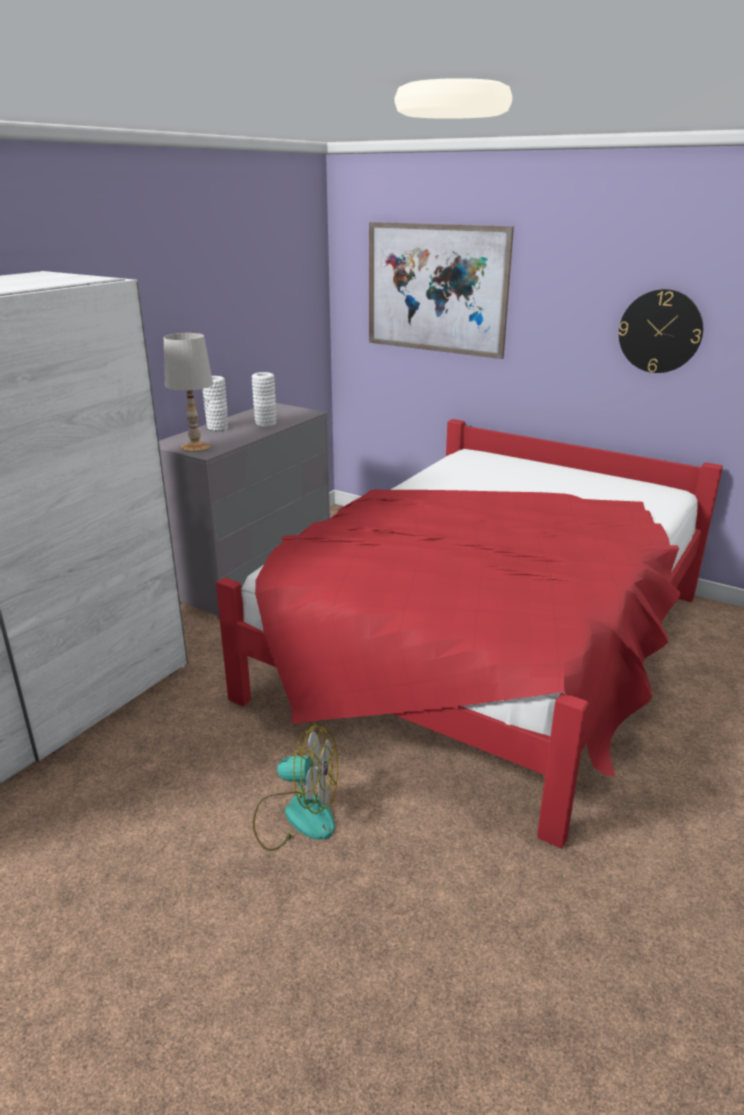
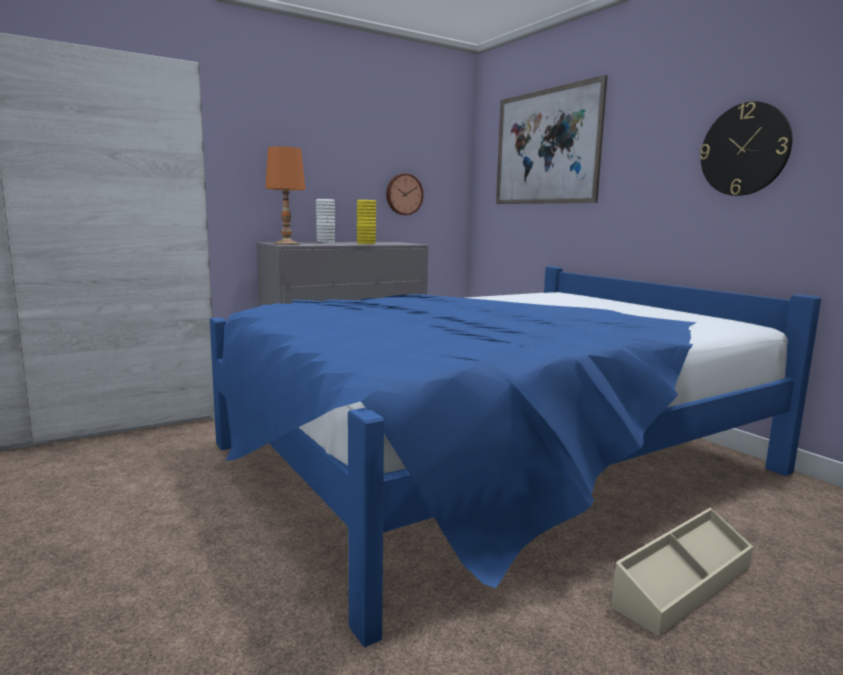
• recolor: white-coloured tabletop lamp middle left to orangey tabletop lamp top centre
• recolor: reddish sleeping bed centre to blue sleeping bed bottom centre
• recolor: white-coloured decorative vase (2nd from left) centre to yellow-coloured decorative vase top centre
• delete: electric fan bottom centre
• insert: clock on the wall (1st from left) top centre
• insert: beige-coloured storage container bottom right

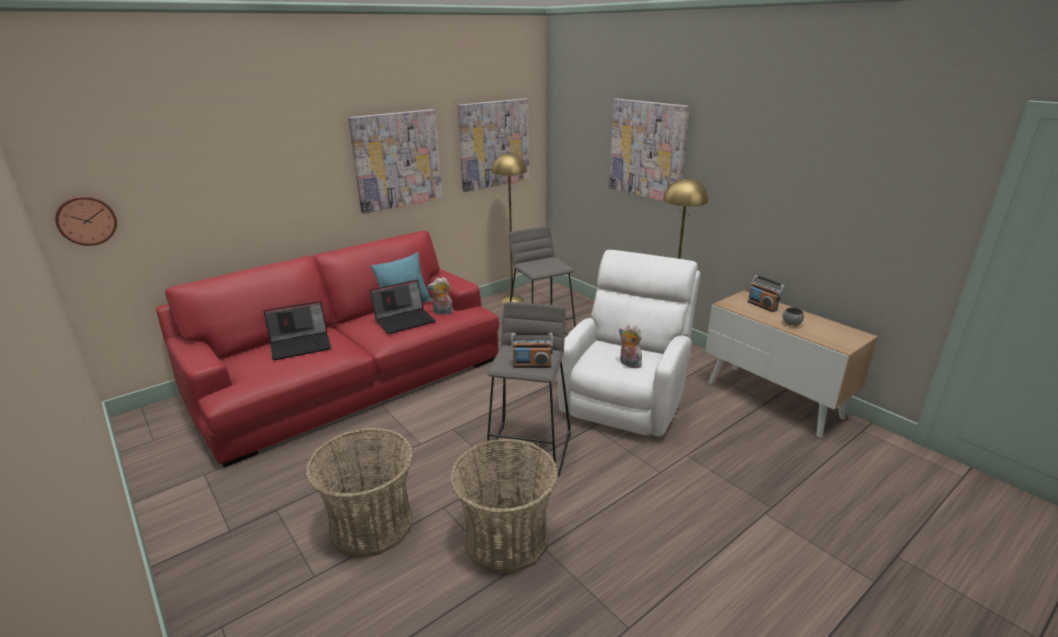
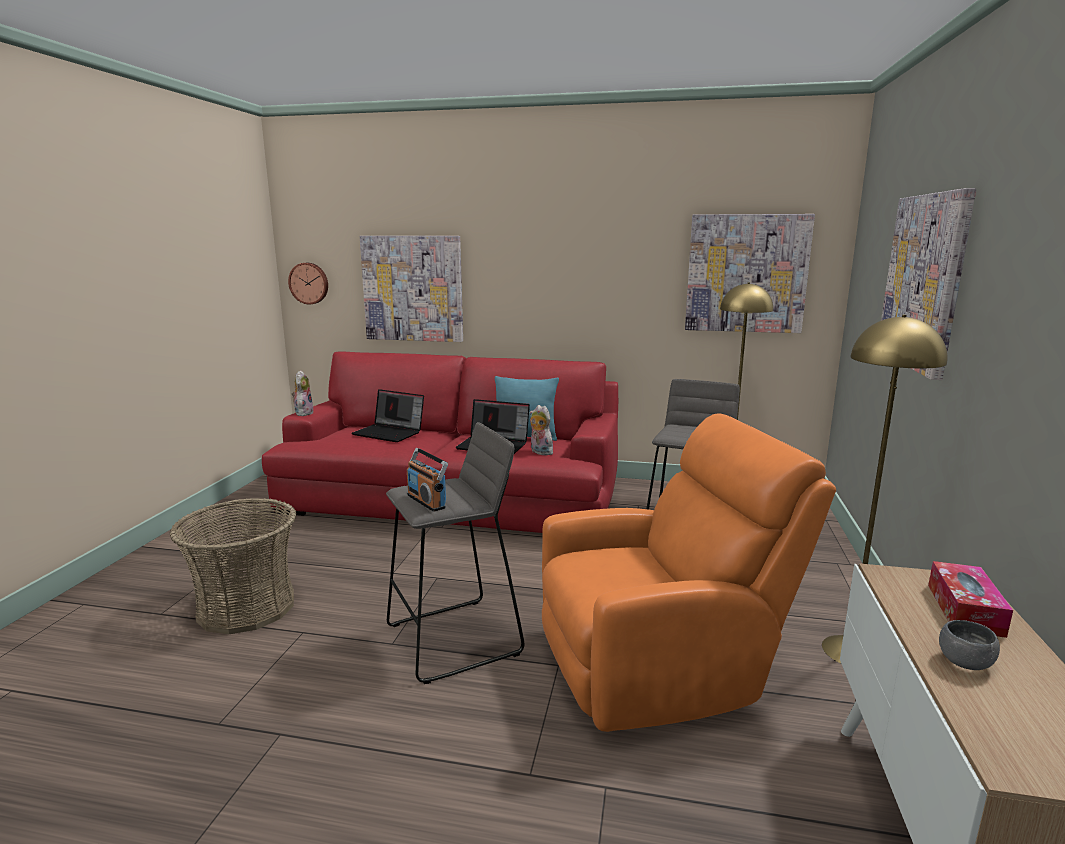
• move: picture (1st from left) top centre to centre
• delete: storage basket (2nd from left) bottom centre
• recolor: white-coloured easy chair centre to orangey easy chair bottom centre
• move: cuddly toy (2nd from left in the first image) centre to cuddly toy (1st from left) middle left
• replace: radio receiver (2nd from left) middle right to box of tissues bottom right

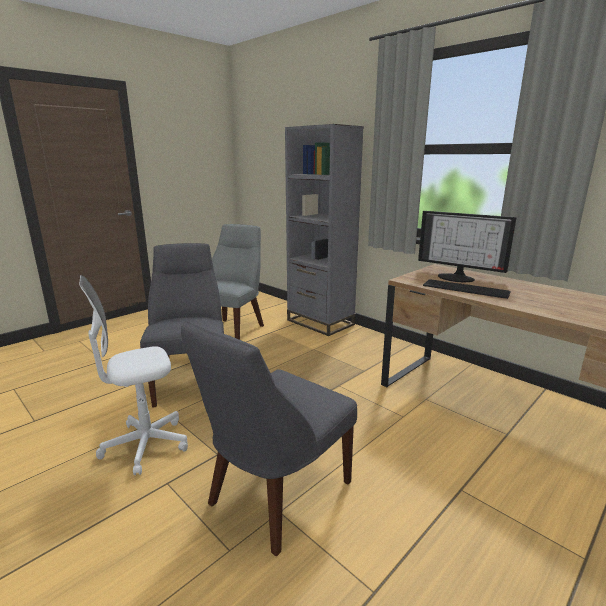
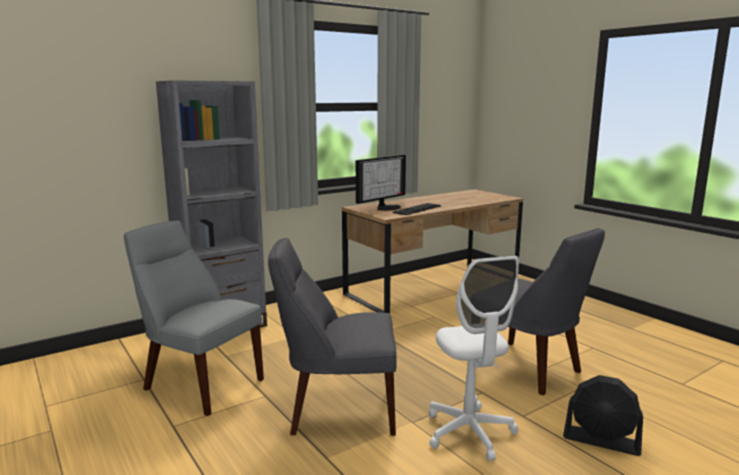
• insert: black-coloured electric fan bottom right

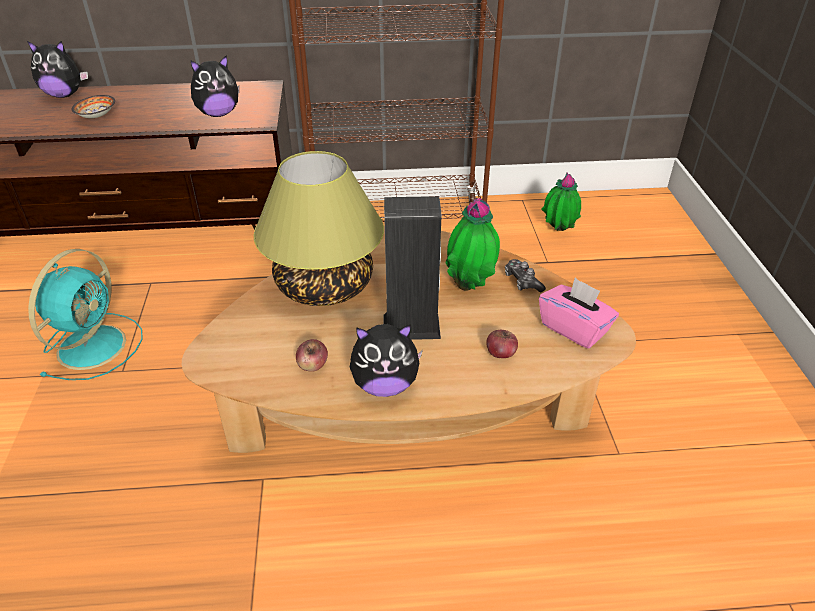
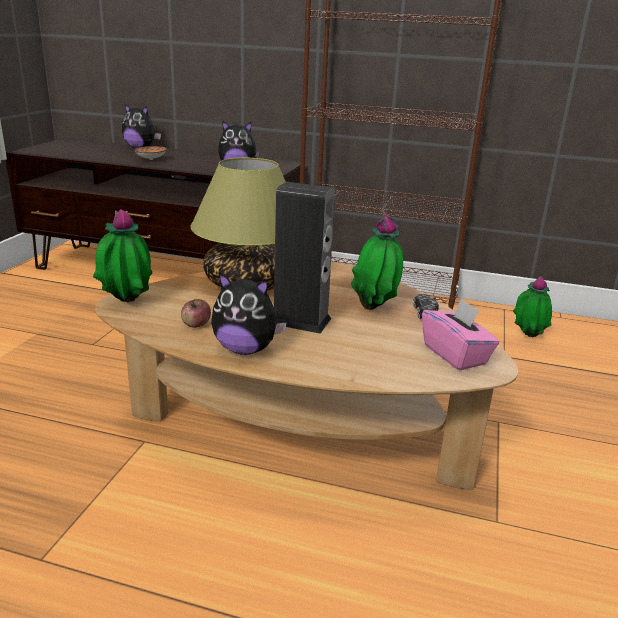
• delete: turquoise electric fan middle left
• delete: whole apple (2nd from left) centre
• insert: potted plant (1st from left) middle left

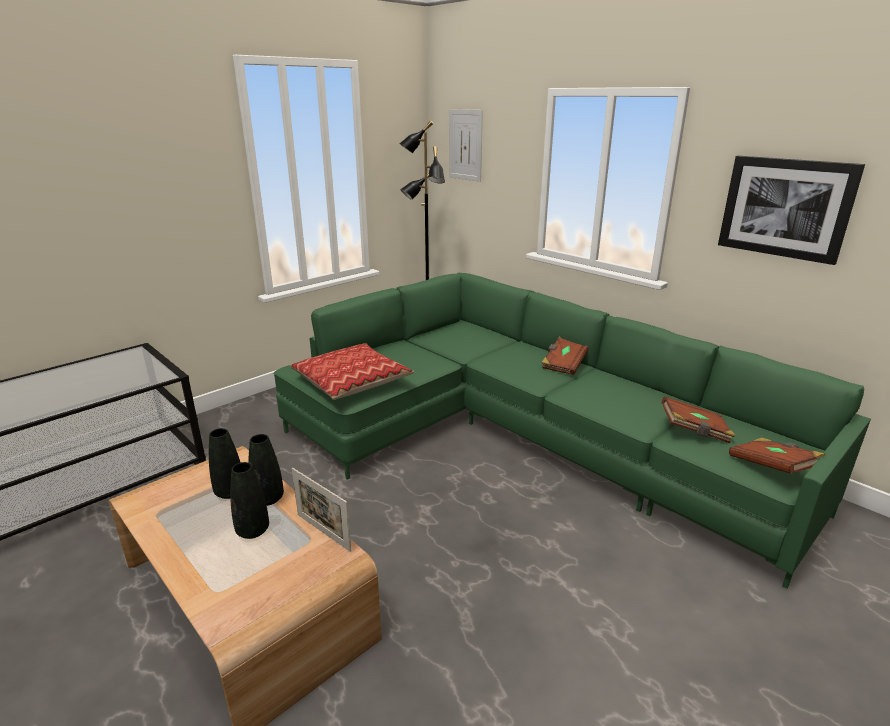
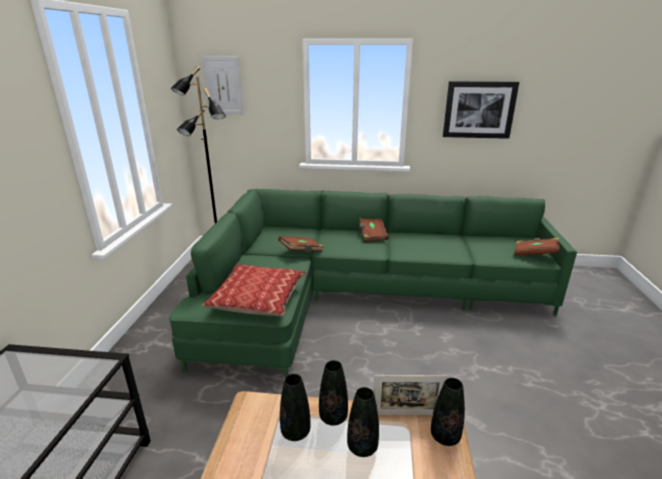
• move: brown-coloured book (2nd from left in the first image) middle right to brown-coloured book (1st from left) centre
• insert: black-coloured decorative vase (4th from left) bottom right

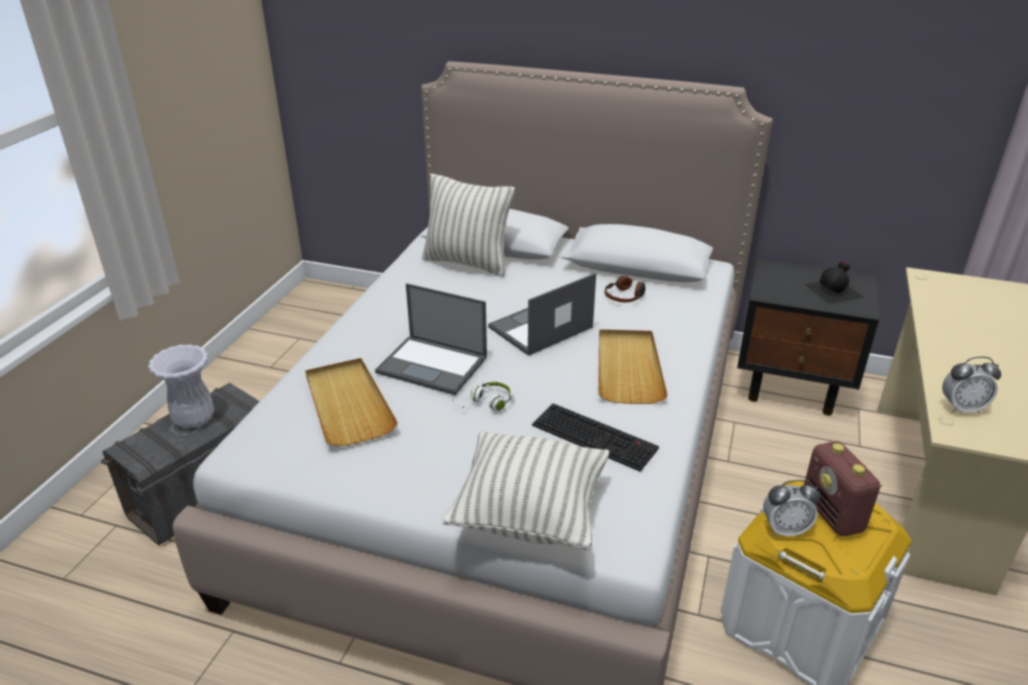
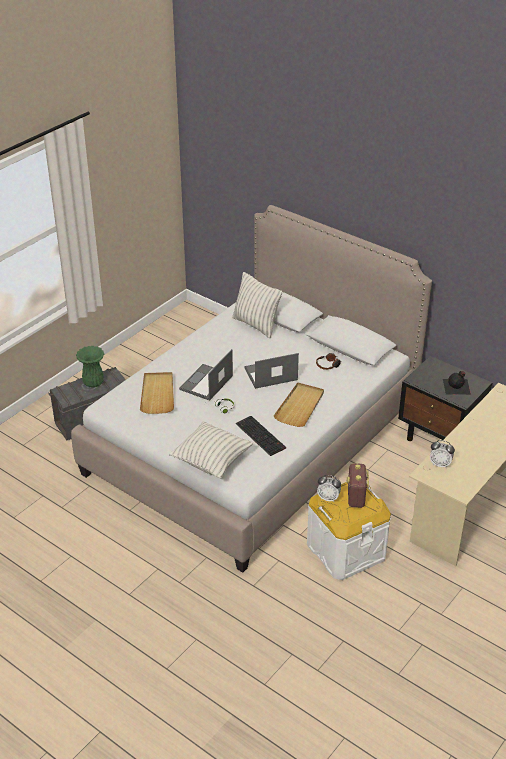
• recolor: white-coloured decorative vase middle left to green-coloured decorative vase middle left
• rotate: notebook computer (1st from left) centre = centre 75 degrees clockwise

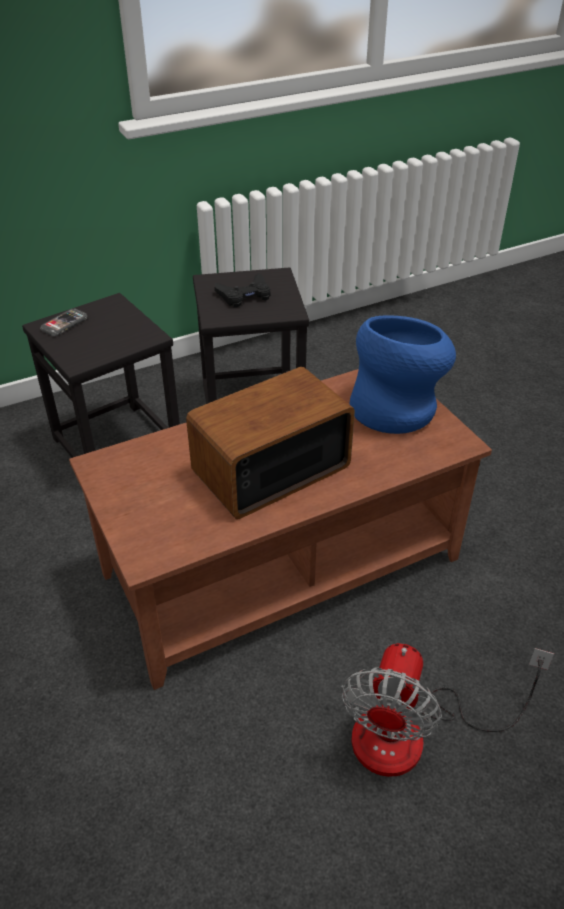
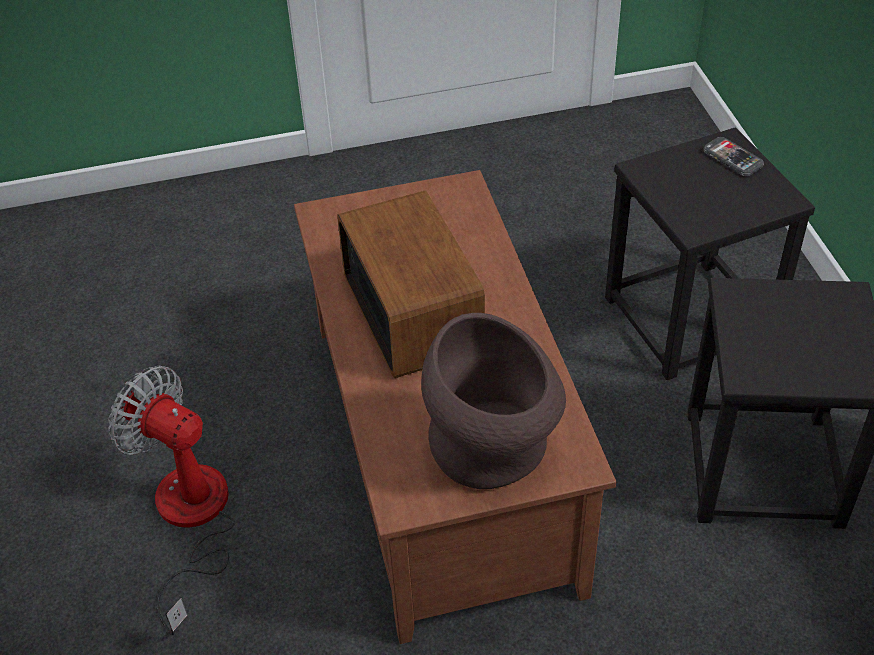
• delete: black-coloured game controller top centre
• recolor: blue decorative vase middle right to brown-coloured decorative vase centre

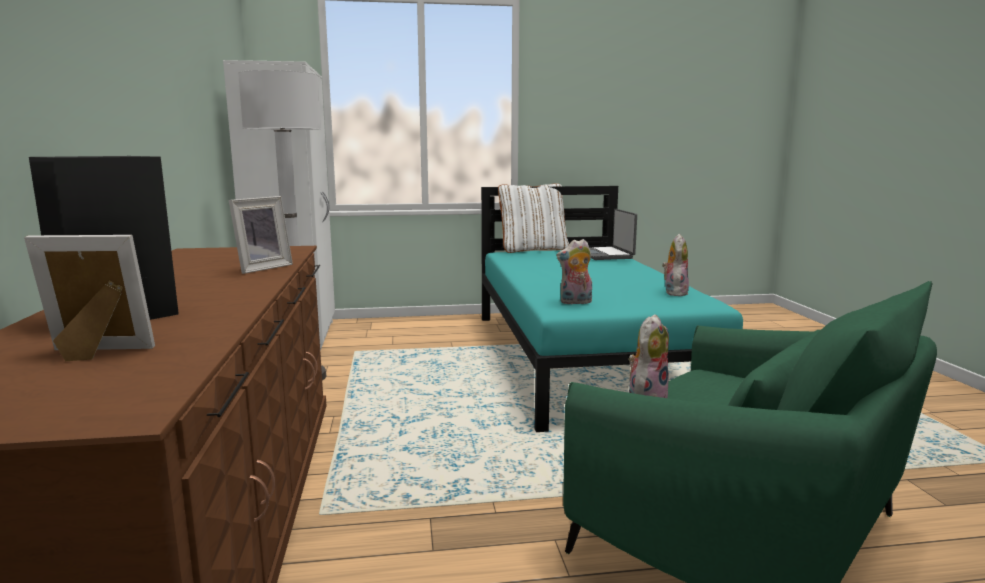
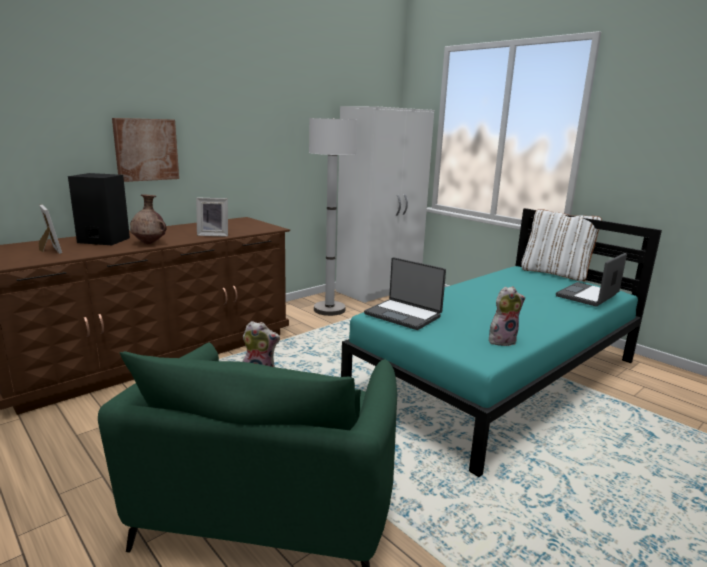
• replace: cuddly toy (1st from left) centre to notebook computer (1st from left) centre
• insert: picture top left
• insert: brown-coloured decorative vase middle left

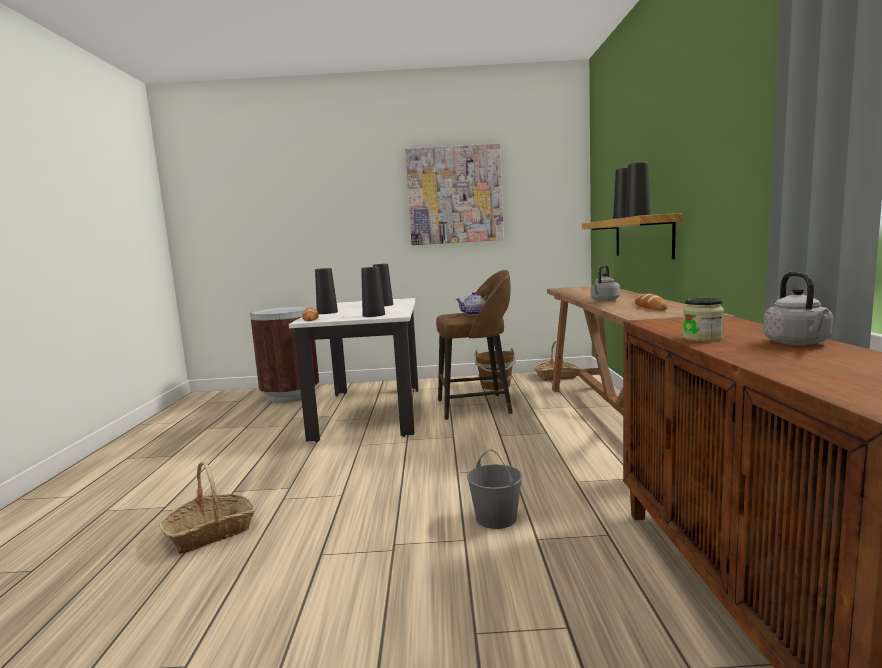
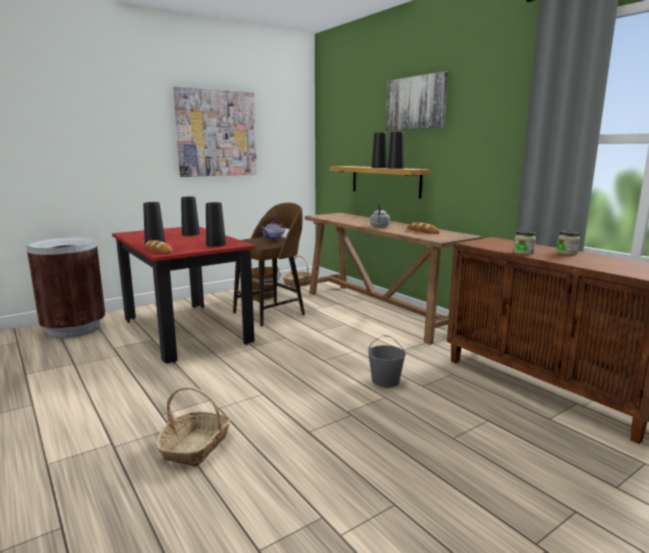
• recolor: white-coloured kitchen table centre to reddish kitchen table middle left
• replace: grey kettle (2nd from left) middle right to preserve jar (2nd from left) middle right
• insert: picture (2nd from left) top centre

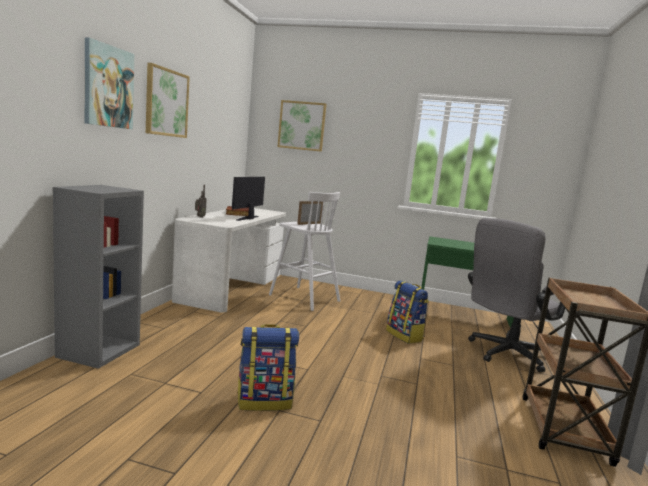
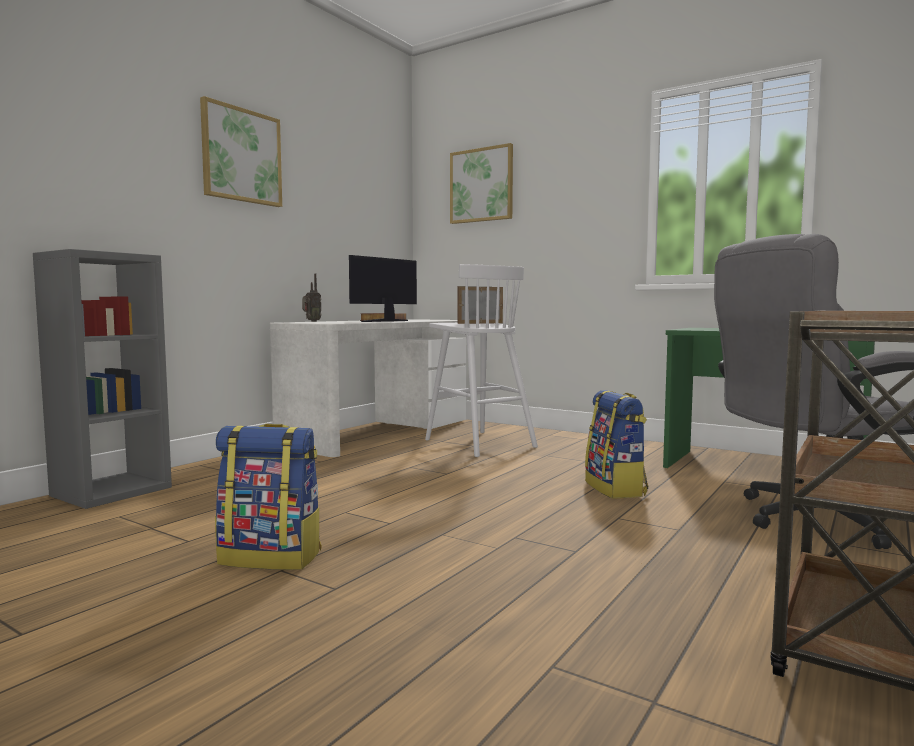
• delete: picture (1st from left) top left

